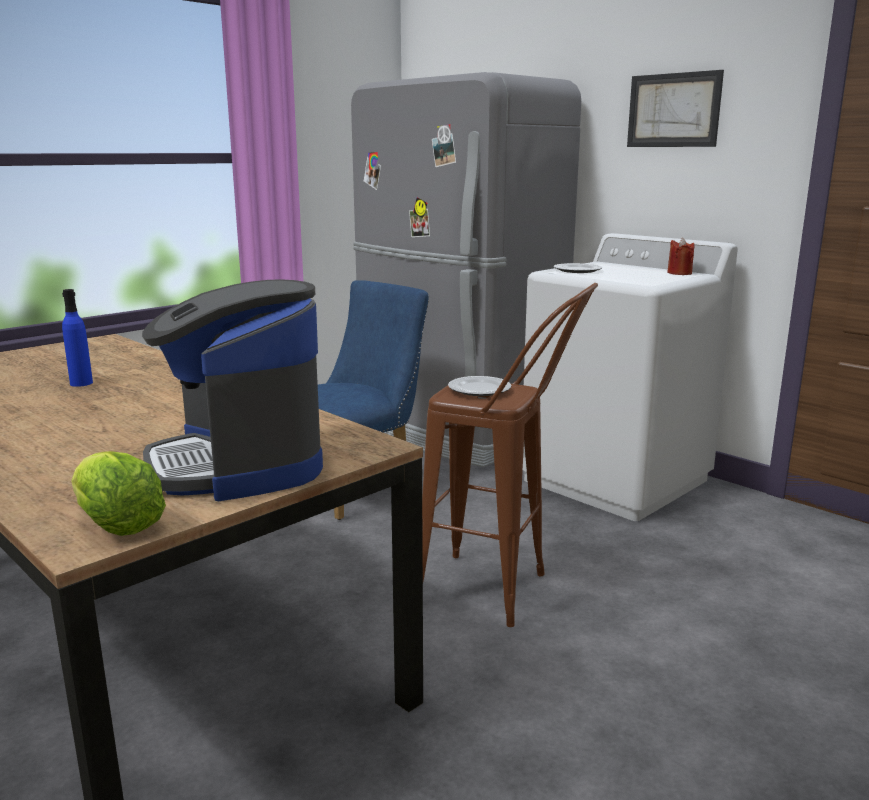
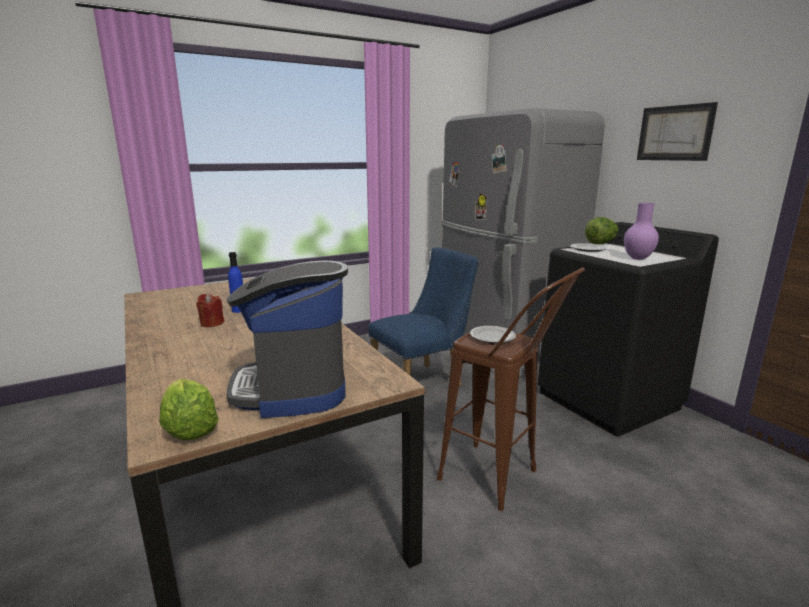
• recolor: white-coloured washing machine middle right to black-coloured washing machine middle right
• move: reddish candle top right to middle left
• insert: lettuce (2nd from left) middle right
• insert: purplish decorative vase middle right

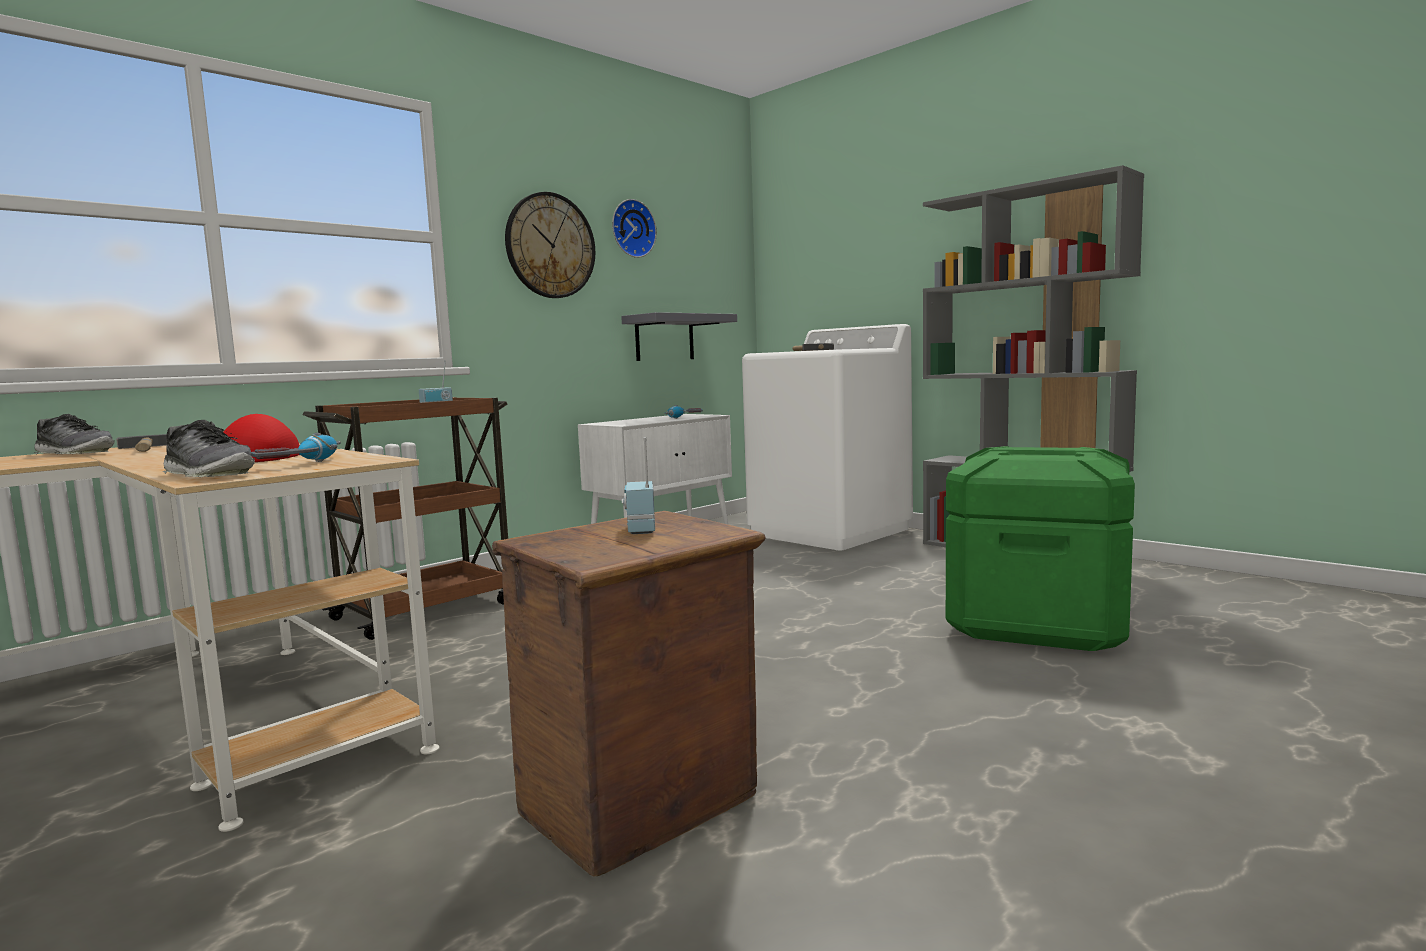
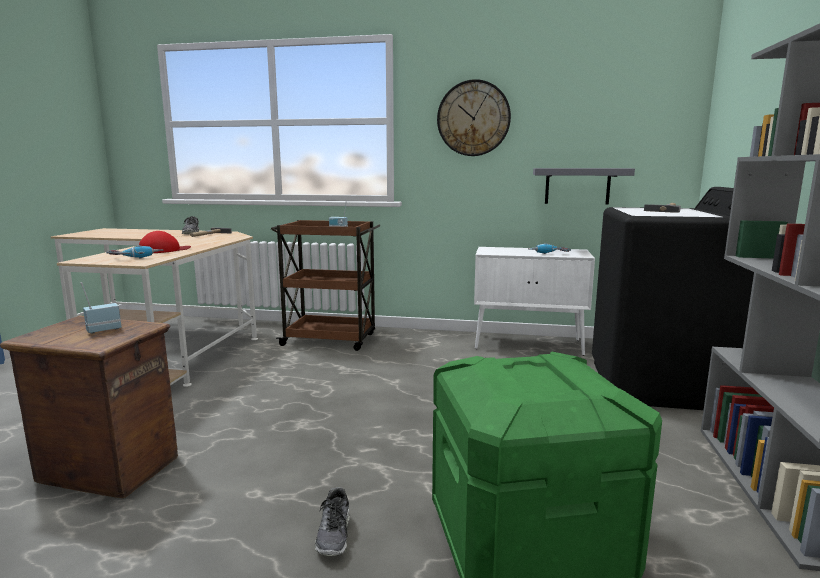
• move: shoe (2nd from left) middle left to bottom centre
• delete: clock on the wall (2nd from left) top centre
• recolor: white-coloured washing machine centre to black-coloured washing machine middle right

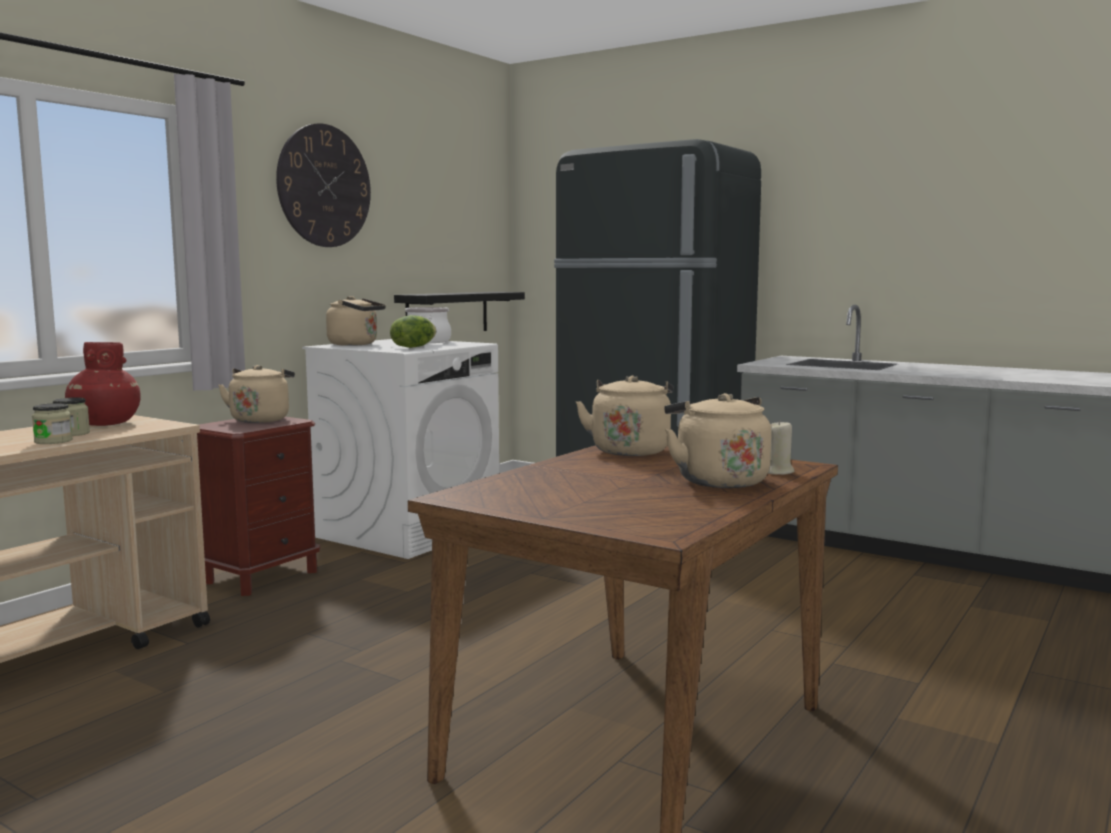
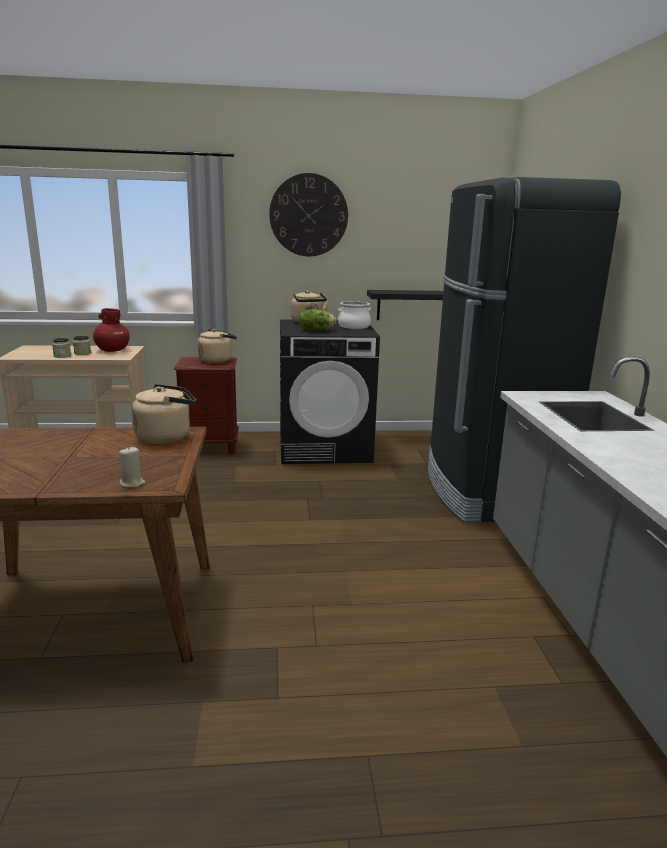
• recolor: white-coloured washing machine centre to black-coloured washing machine centre
• delete: beige-coloured kettle (4th from left) centre

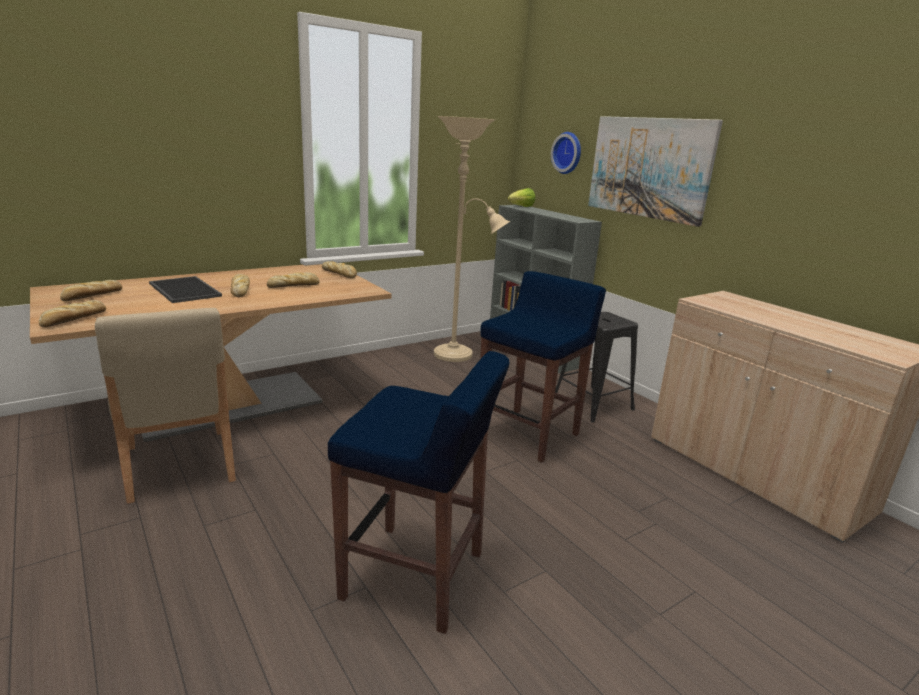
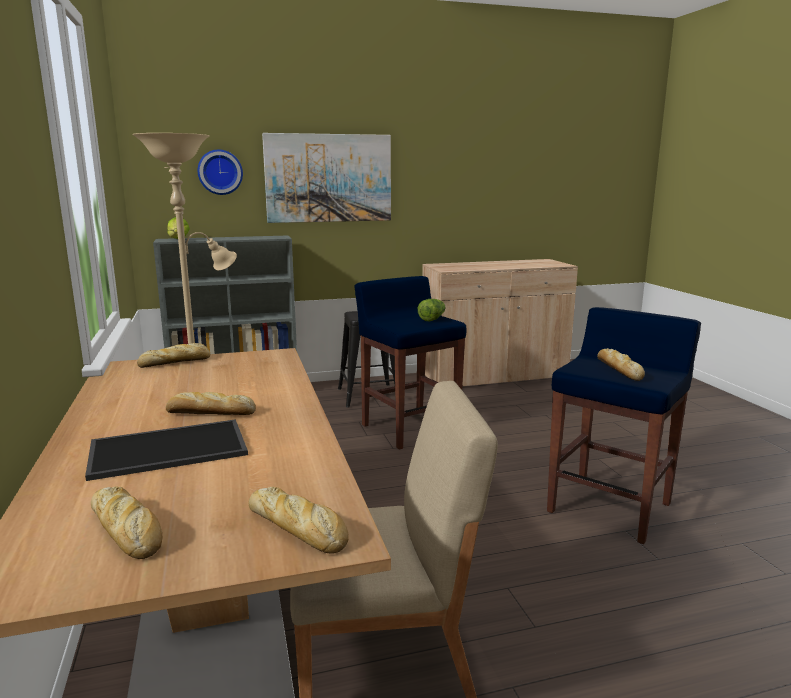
• move: bread (4th from left in the first image) middle left to bread (5th from left) middle right
• insert: lettuce (2nd from left) centre

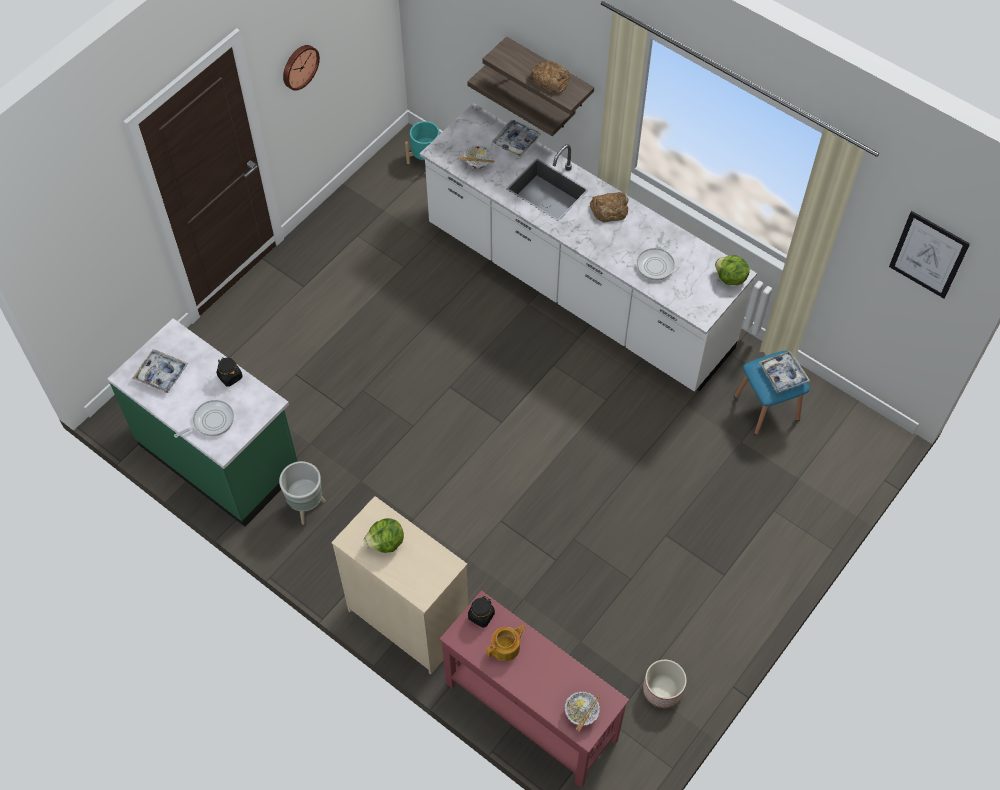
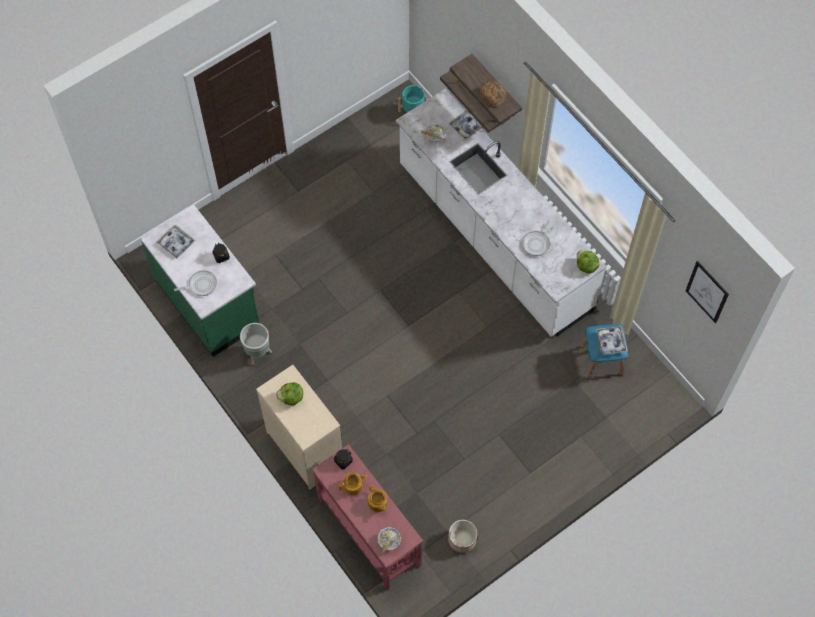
• delete: clock on the wall top left
• delete: bread (2nd from left) top centre
• insert: pot for tea (2nd from left) bottom centre

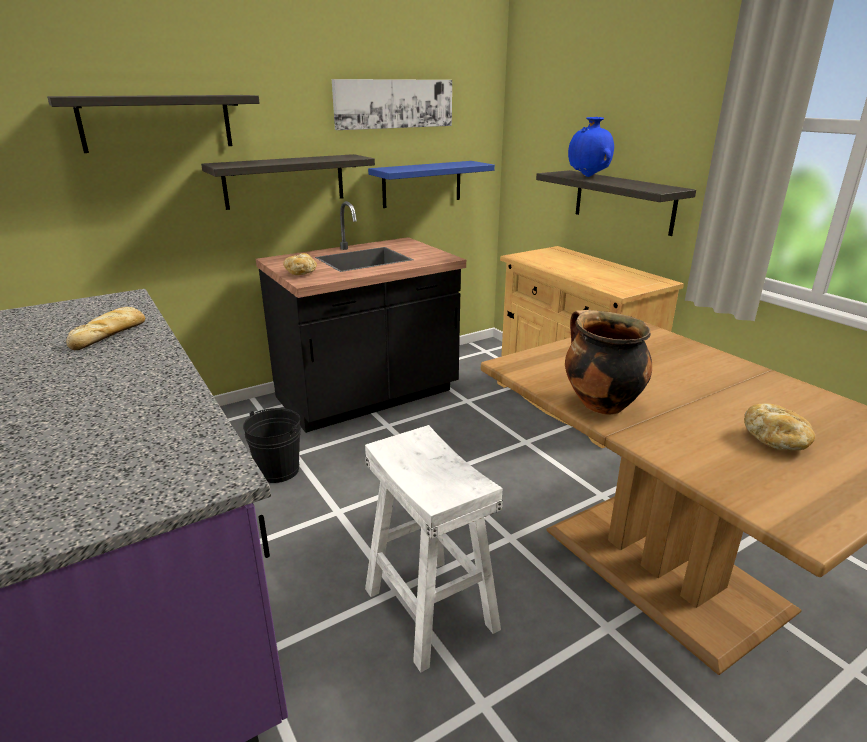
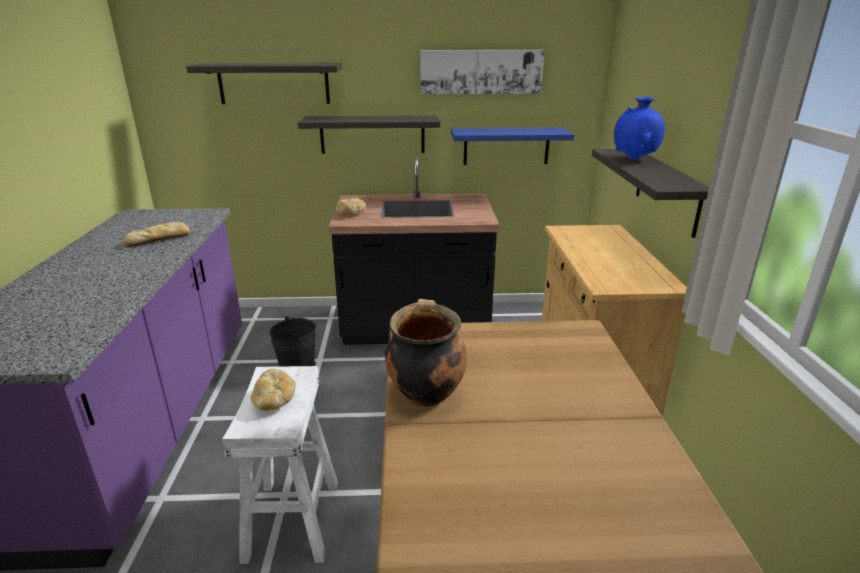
• move: bread (3rd from left in the first image) middle right to bread (2nd from left) bottom left

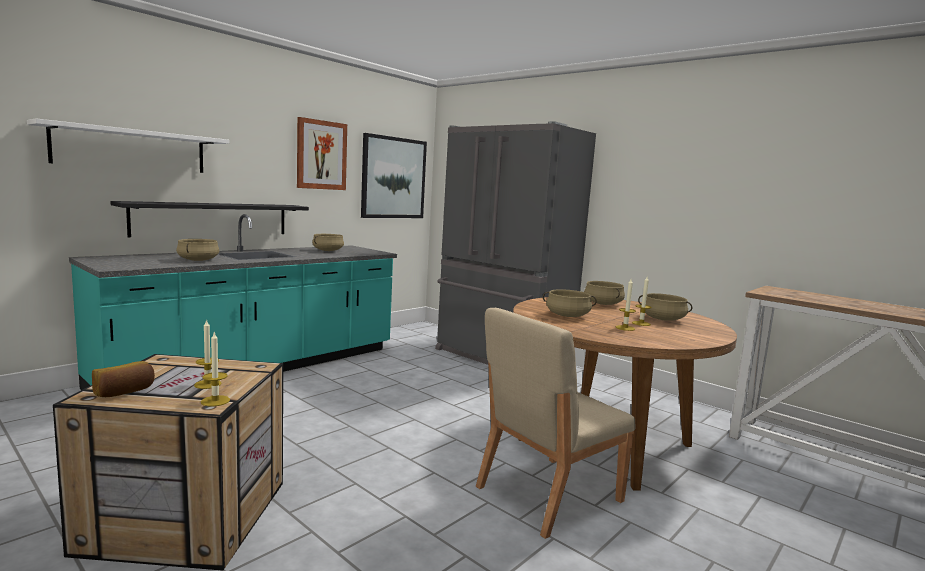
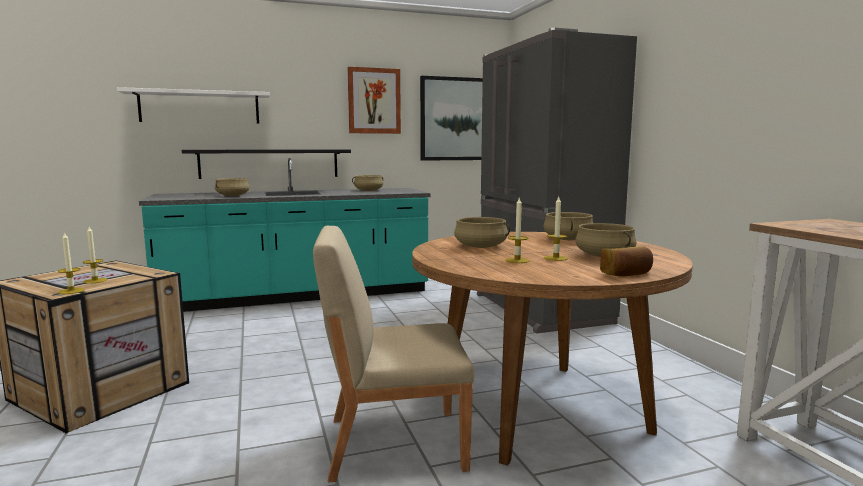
• move: bread middle left to middle right

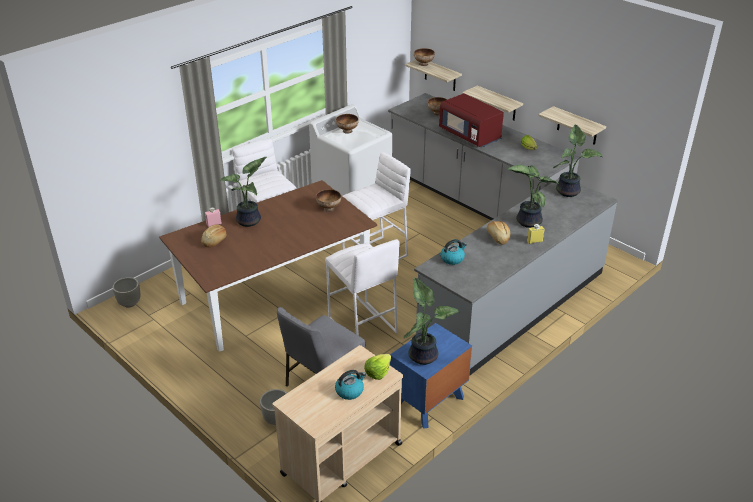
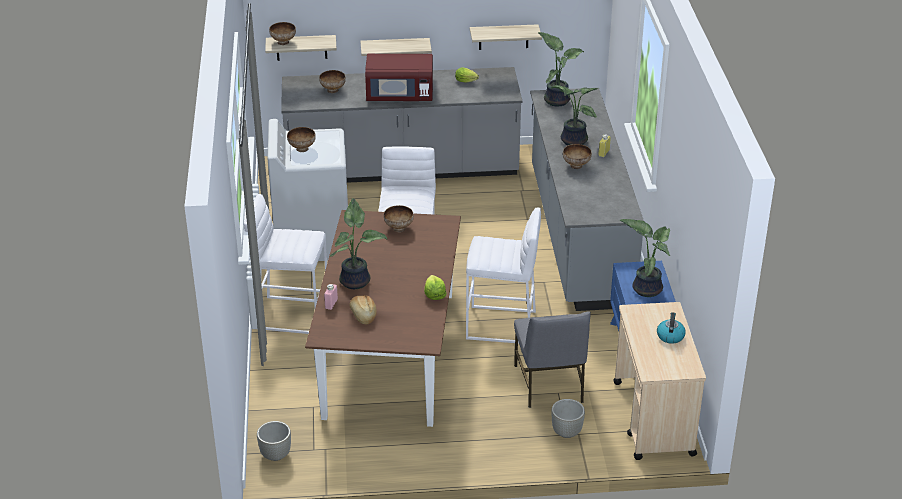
• move: lettuce (1st from left) bottom centre to centre
• delete: kettle (2nd from left) centre
• replace: bread (2nd from left) centre to serving bowl (5th from left) top centre

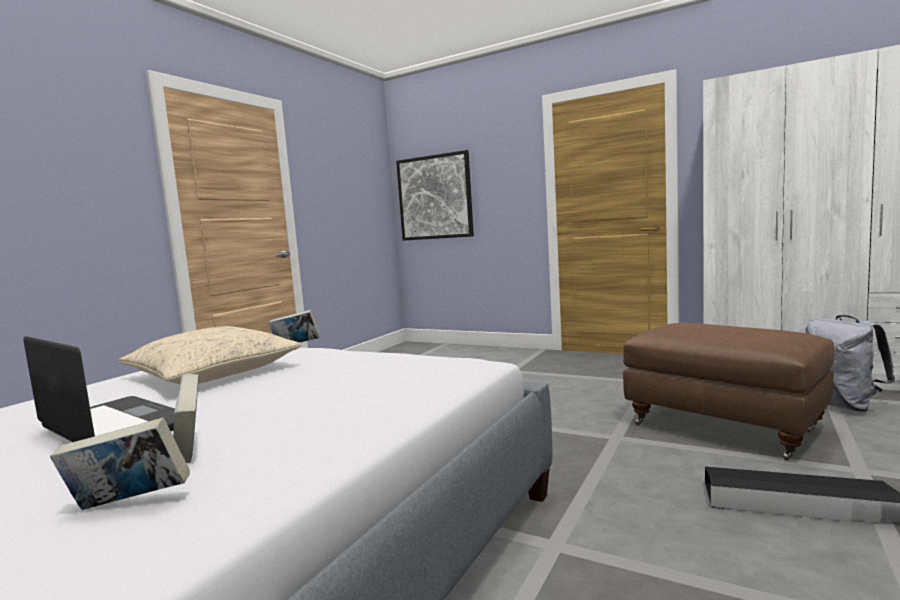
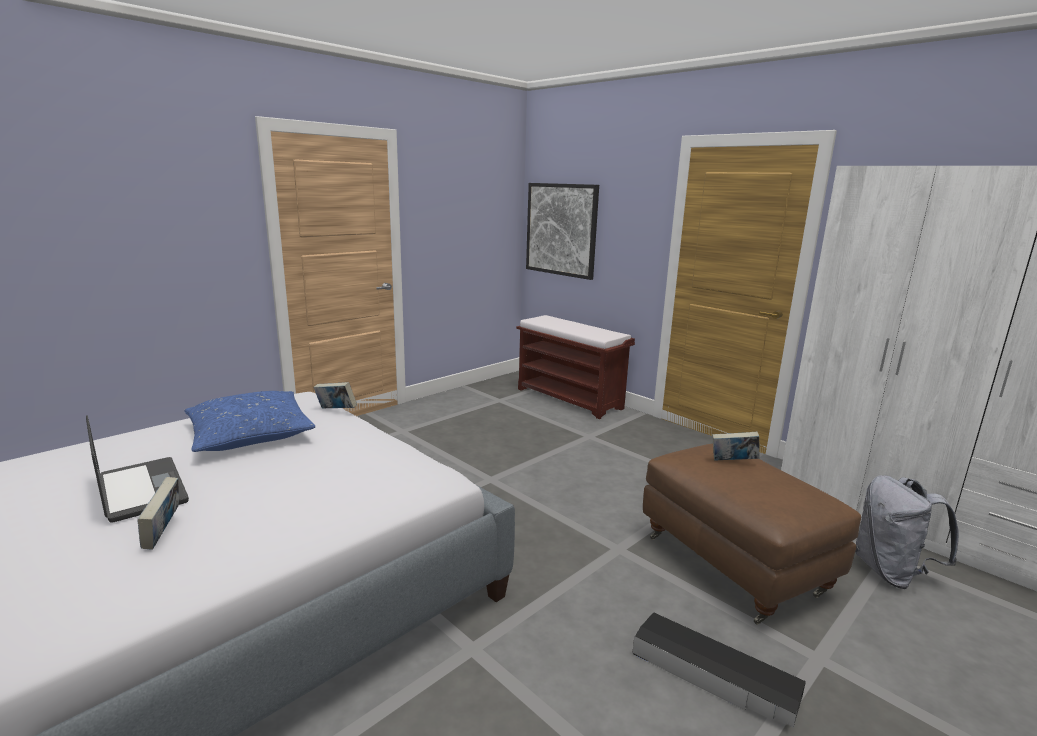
• move: book (1st from left in the first image) bottom left to book (3rd from left) middle right
• recolor: beige-coloured throw pillow middle left to blue throw pillow middle left
• insert: brown-coloured bench centre

